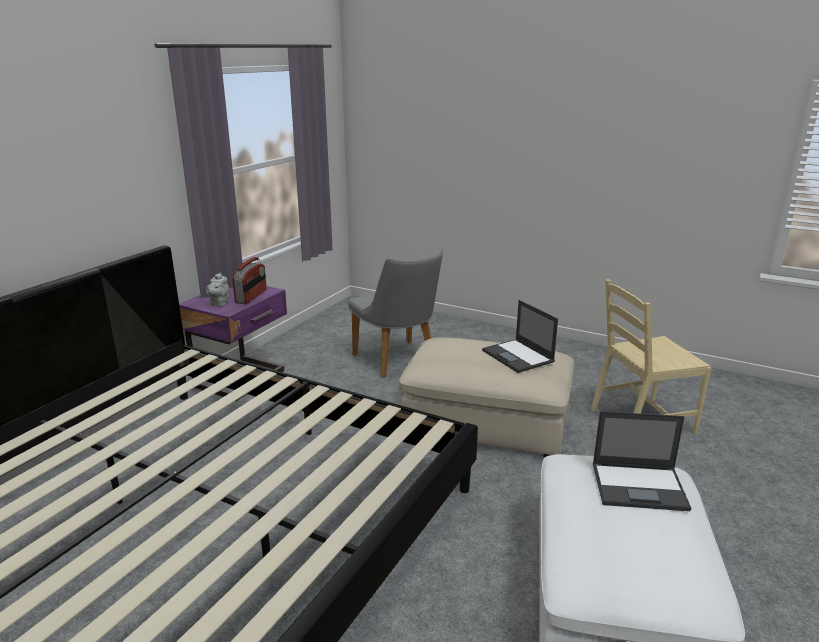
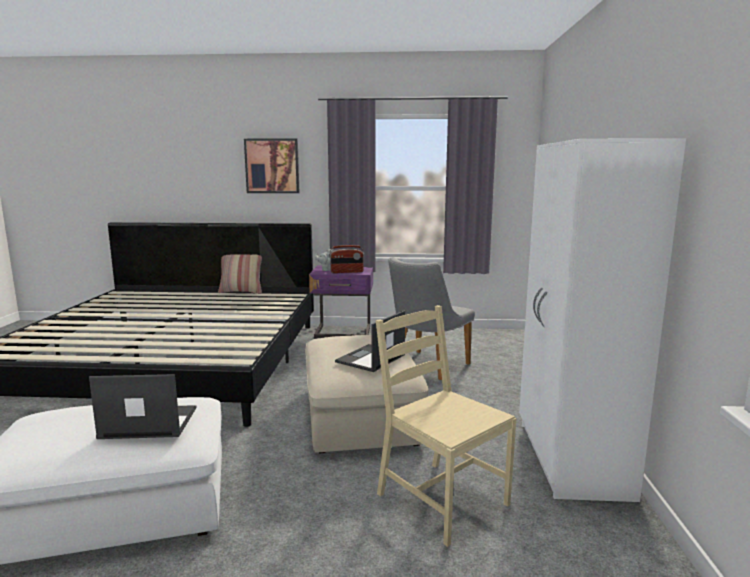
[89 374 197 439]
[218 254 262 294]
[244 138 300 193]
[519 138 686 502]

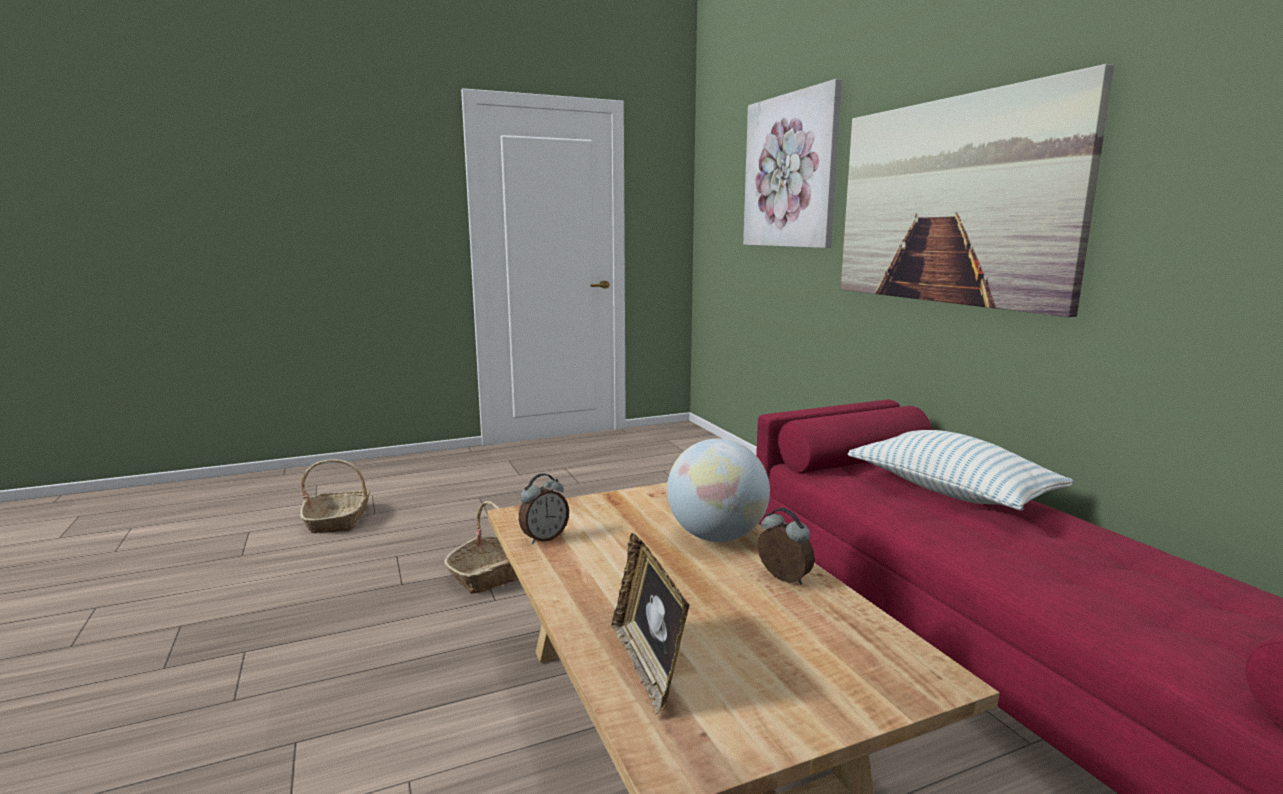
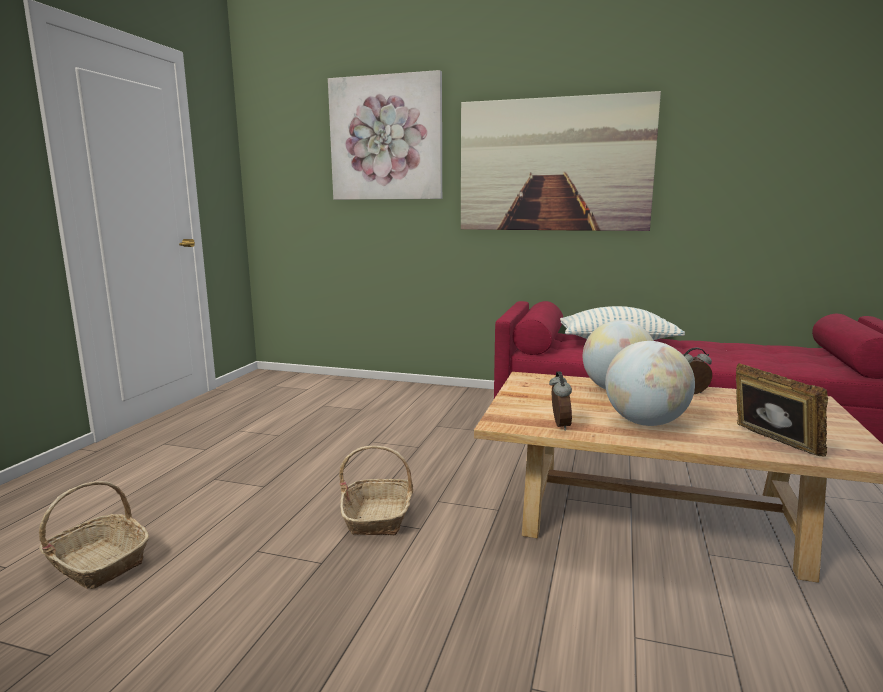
[605 341 695 426]
[736 363 828 457]

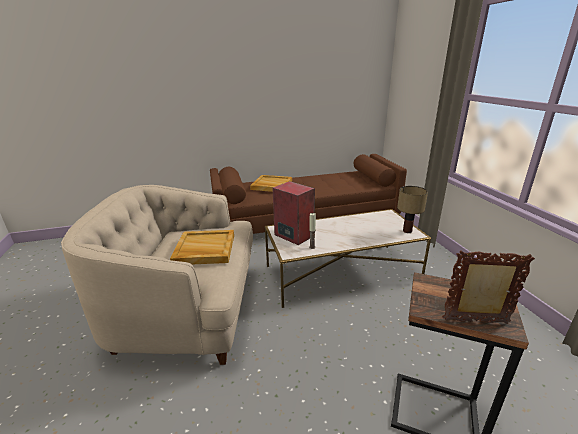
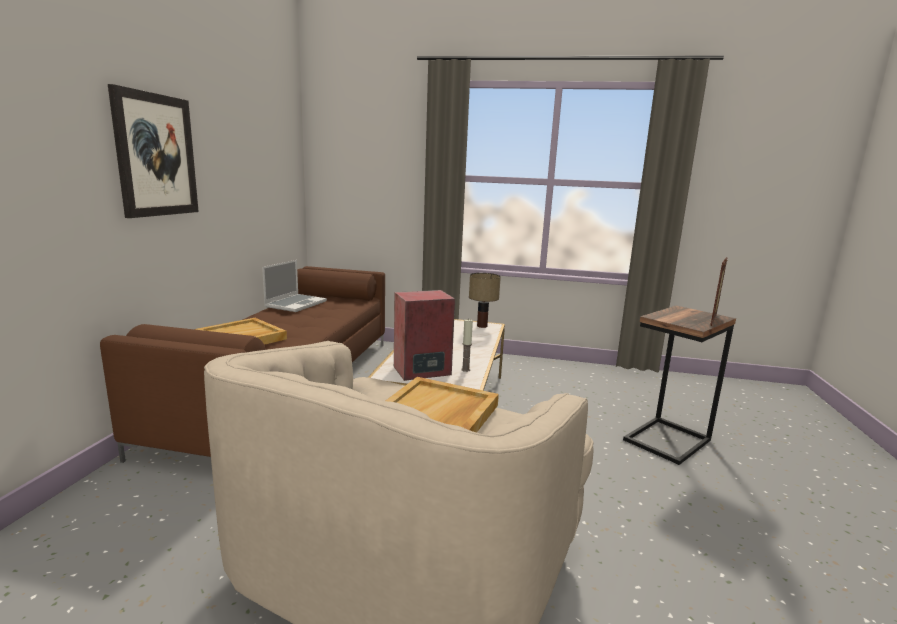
[108 84 199 218]
[262 260 327 312]

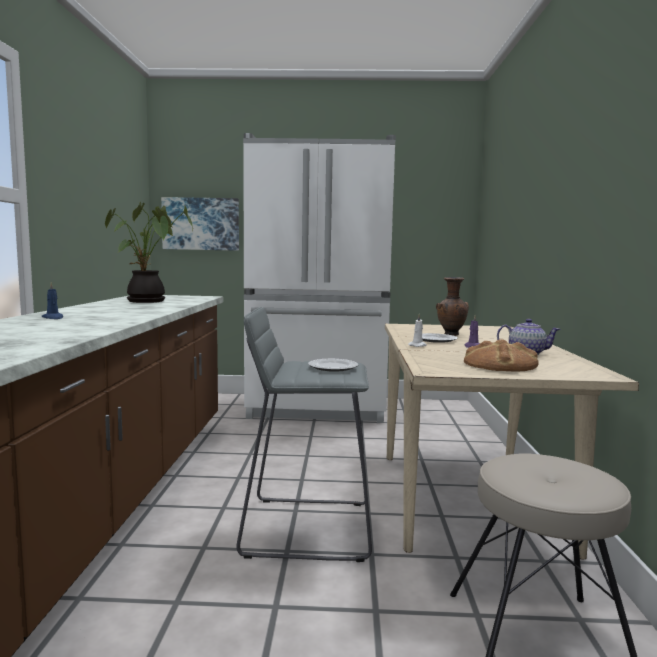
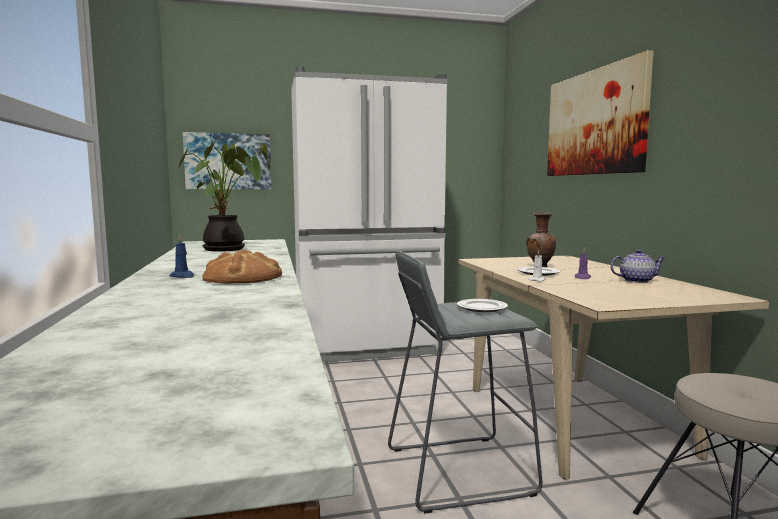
[202 250 282 284]
[547 50 654 176]

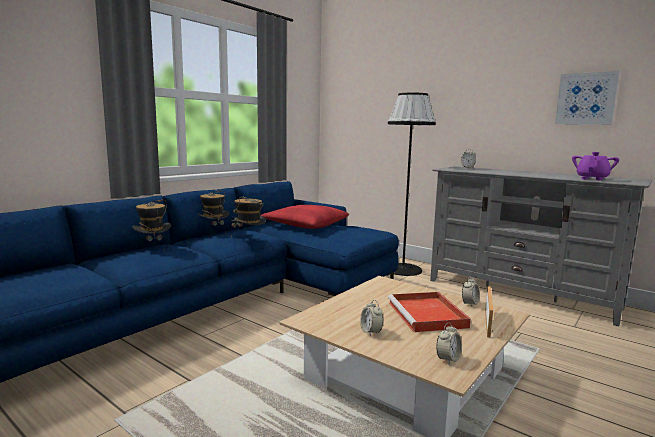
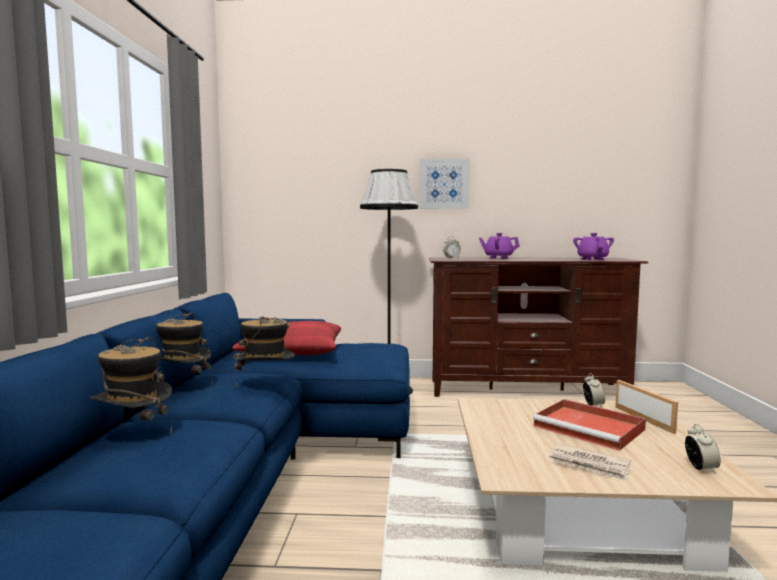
[420 159 470 209]
[429 257 649 397]
[479 233 520 259]
[549 444 631 481]

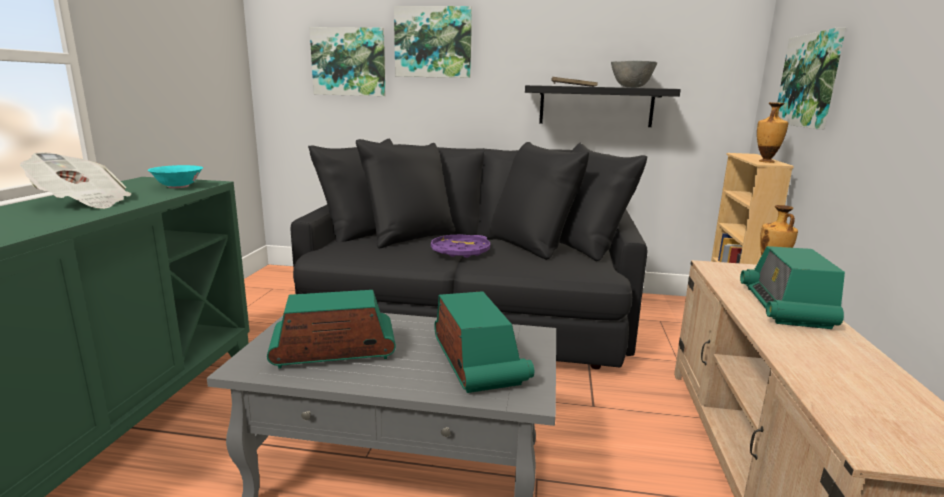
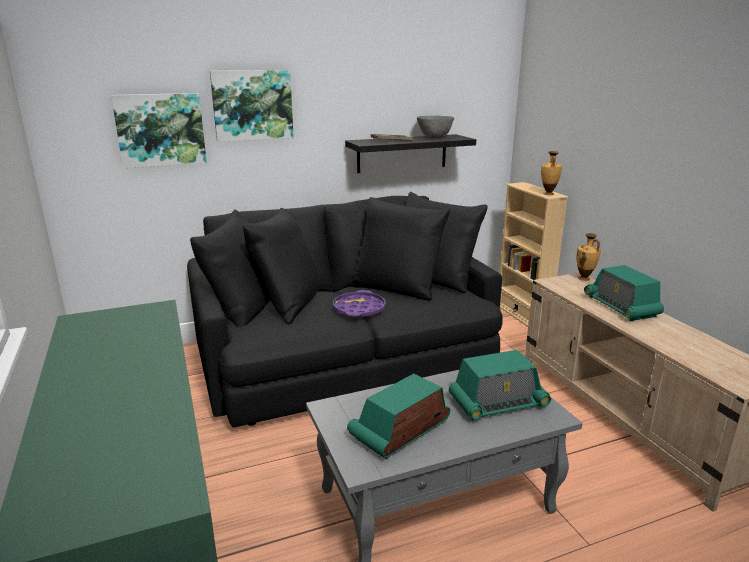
[449 350 551 420]
[20 152 131 209] (first image)
[148 165 203 188] (first image)
[777 28 846 129] (first image)

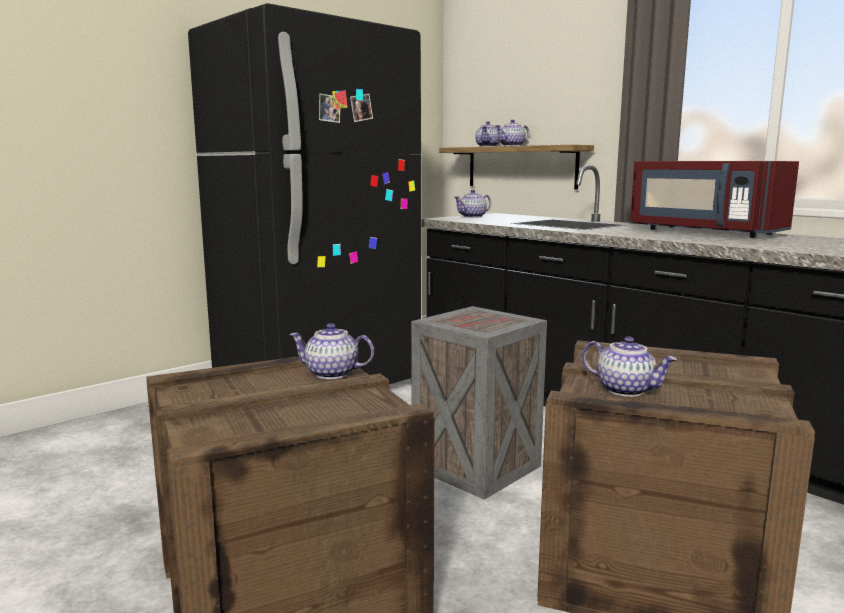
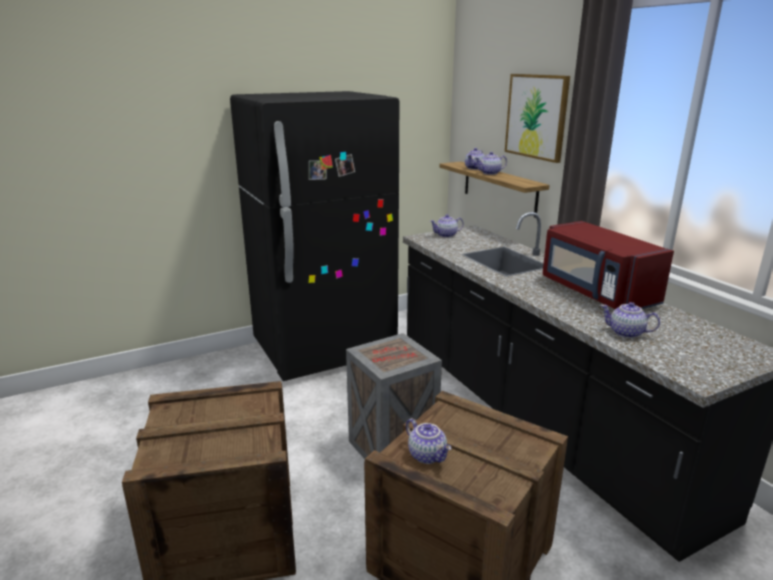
[505 74 570 163]
[600 302 660 338]

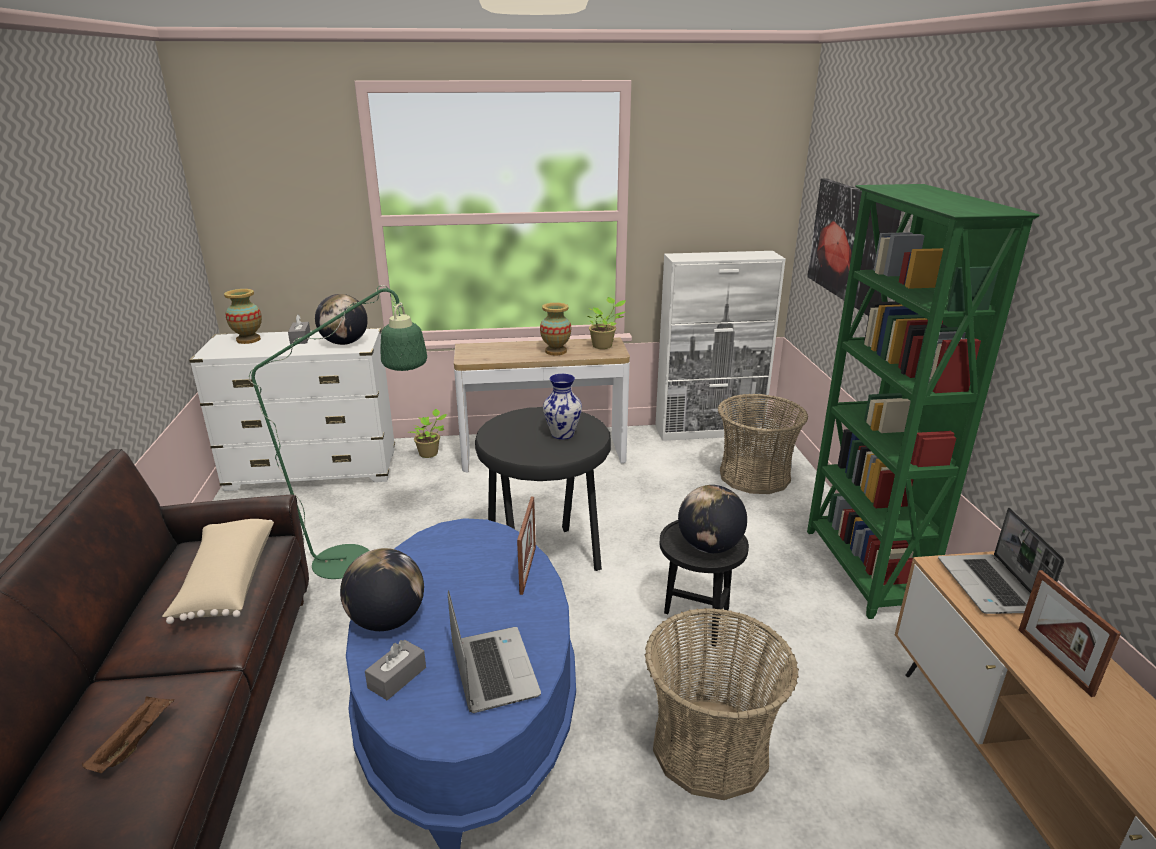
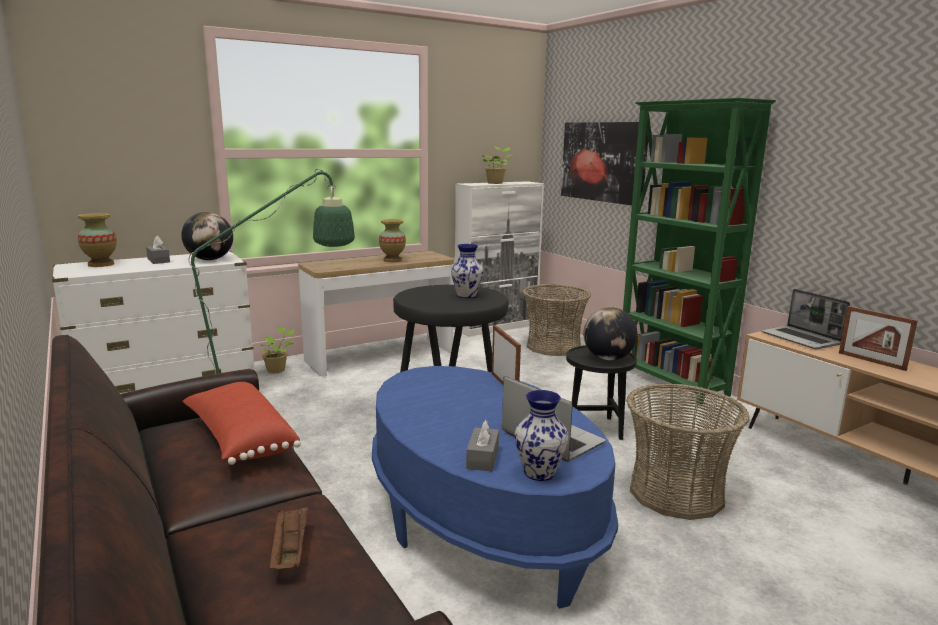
[182 382 301 465]
[482 147 513 184]
[515 390 568 481]
[340 548 424 631] (first image)

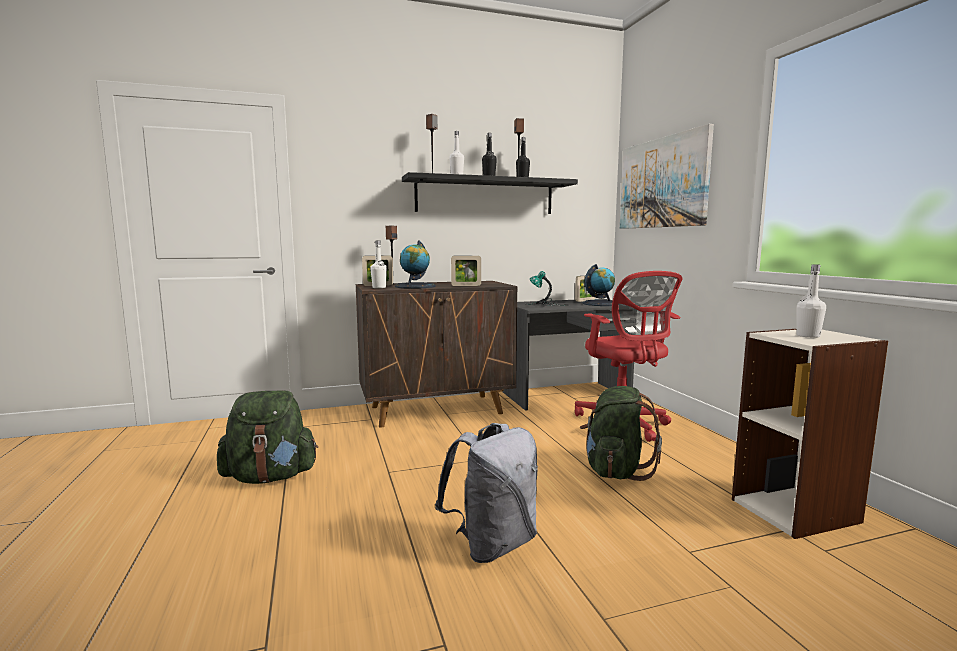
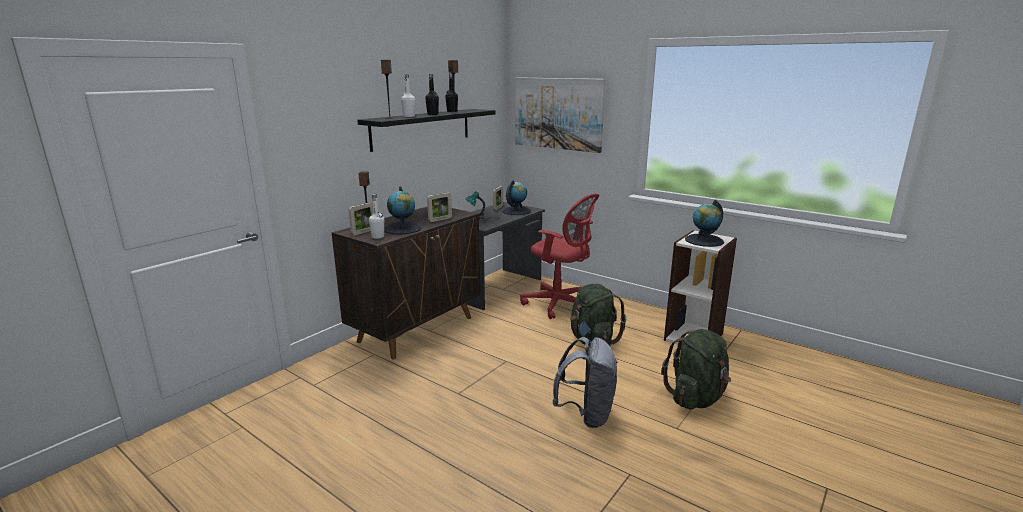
[661 329 731 409]
[685 200 724 247]

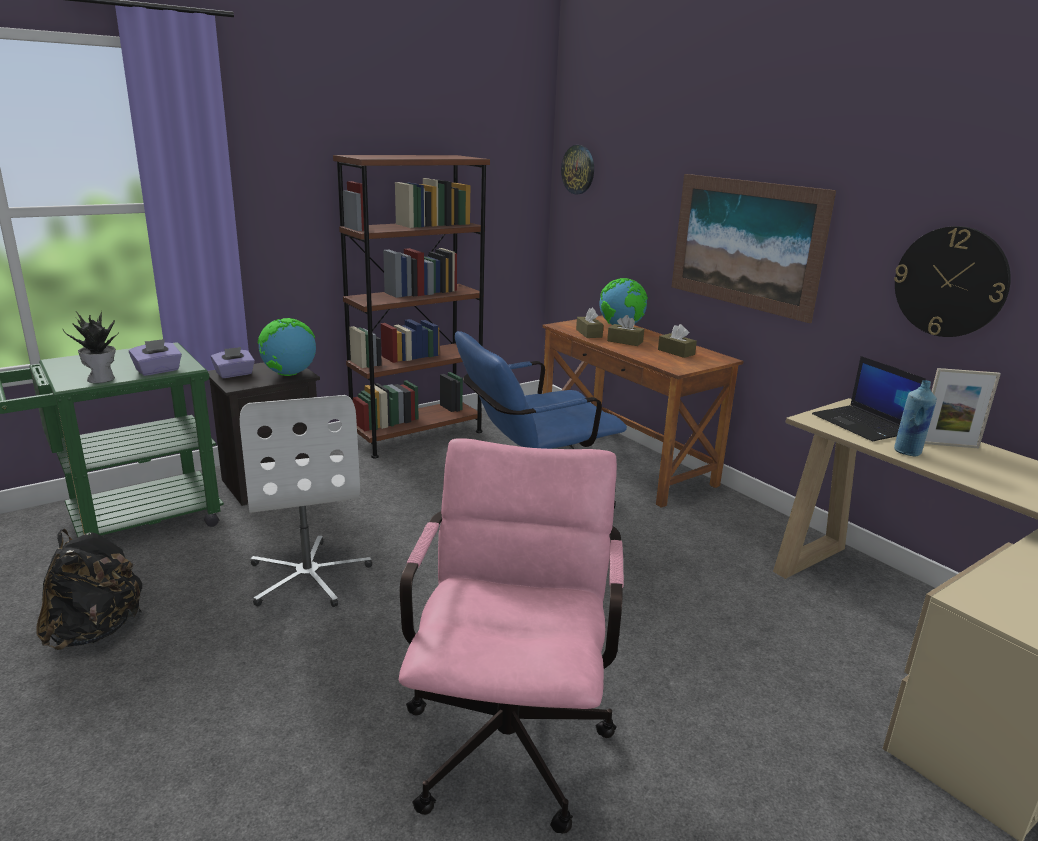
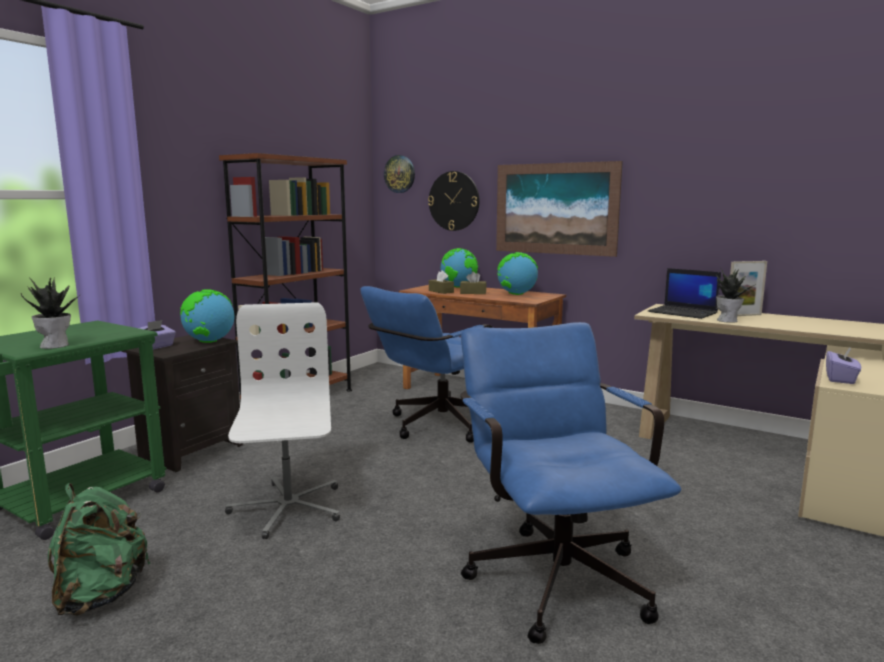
[48 483 151 616]
[225 302 340 539]
[428 171 480 231]
[460 322 681 644]
[497 252 538 295]
[716 267 756 323]
[826 347 861 384]

